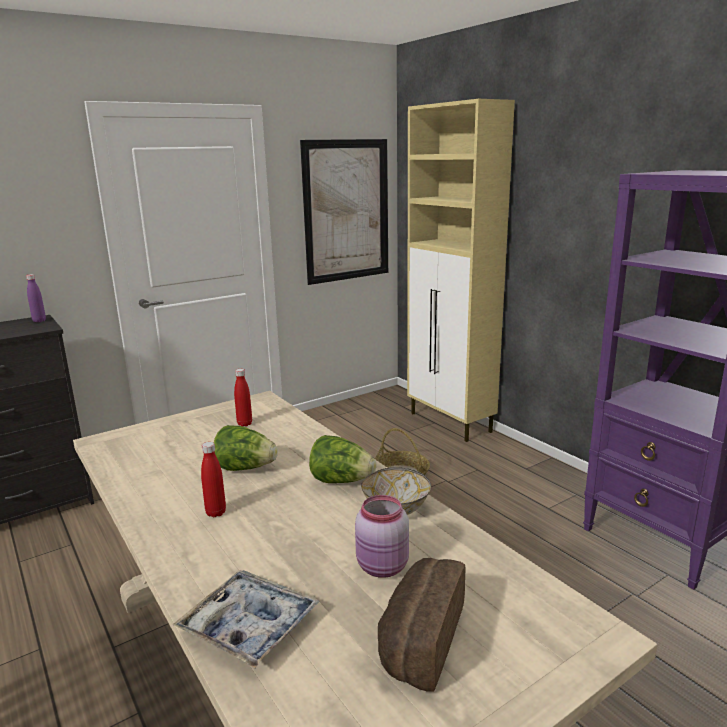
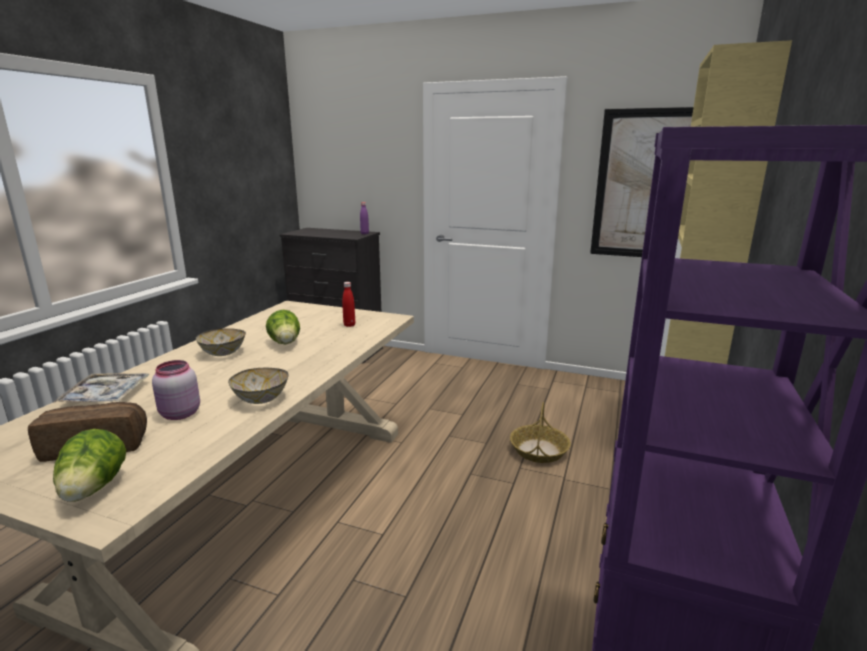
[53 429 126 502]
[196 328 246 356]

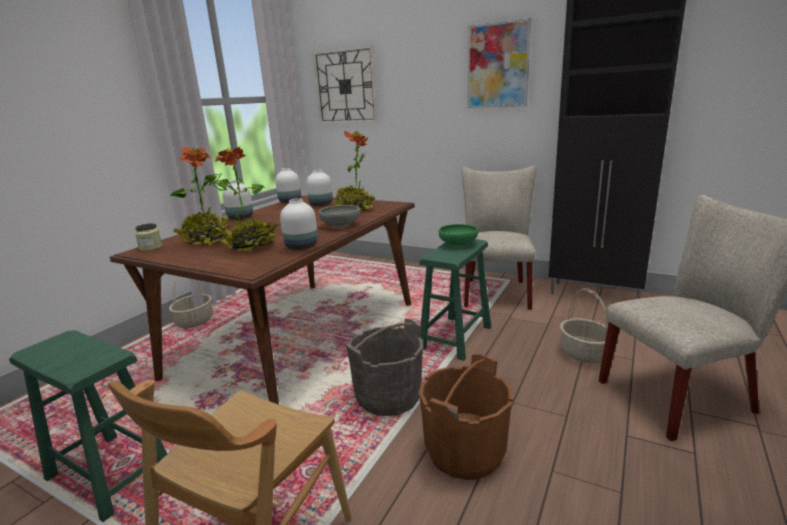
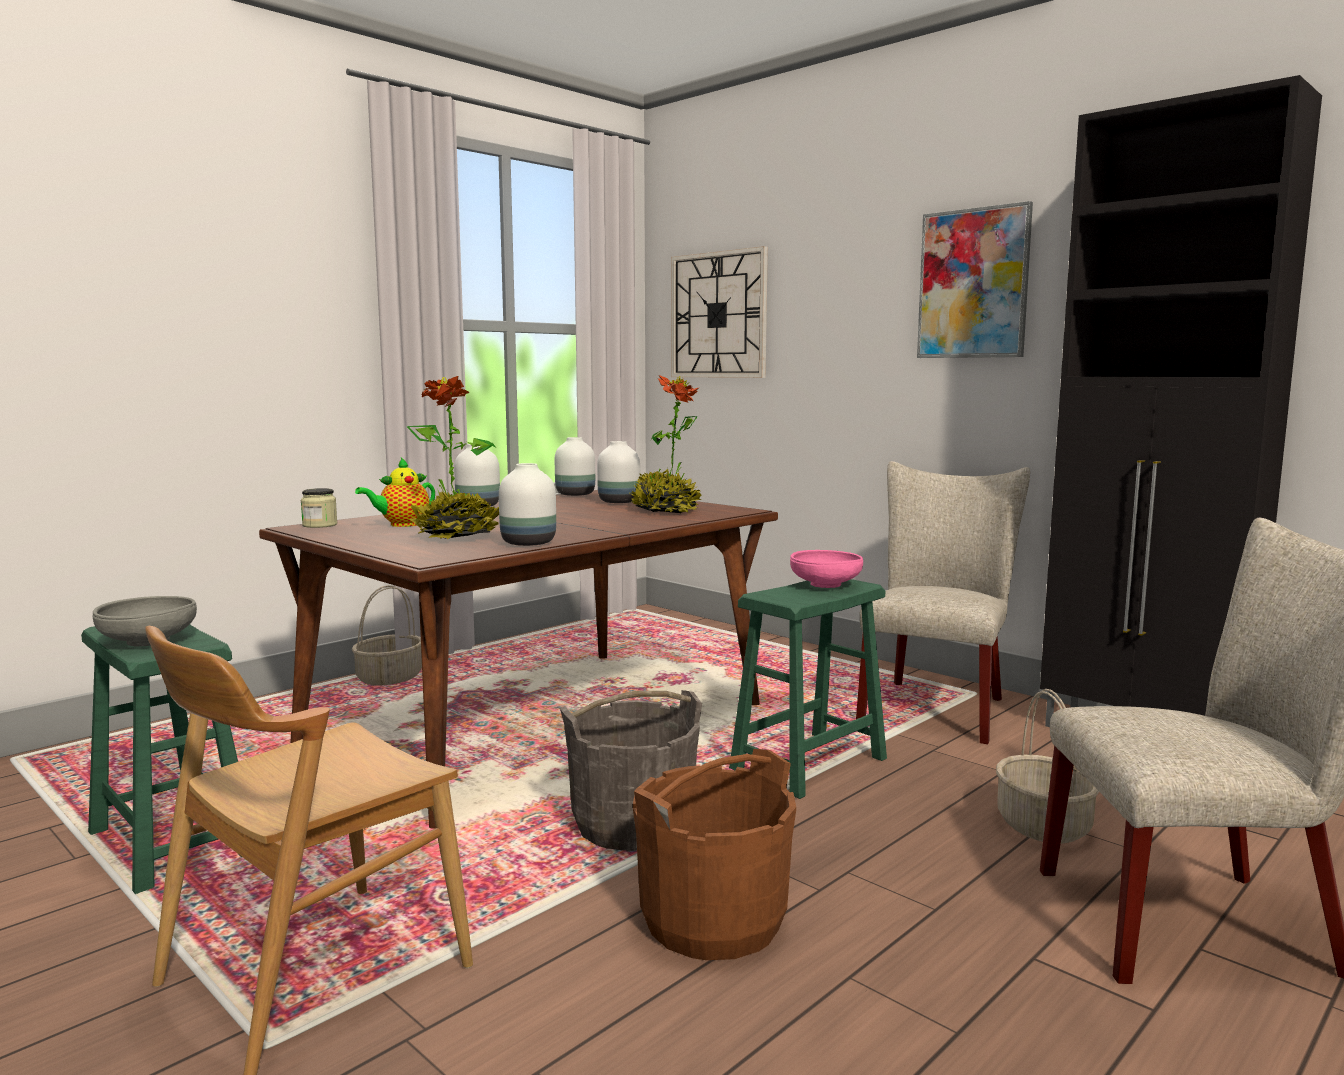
[93 596 197 647]
[355 458 435 527]
[790 550 863 588]

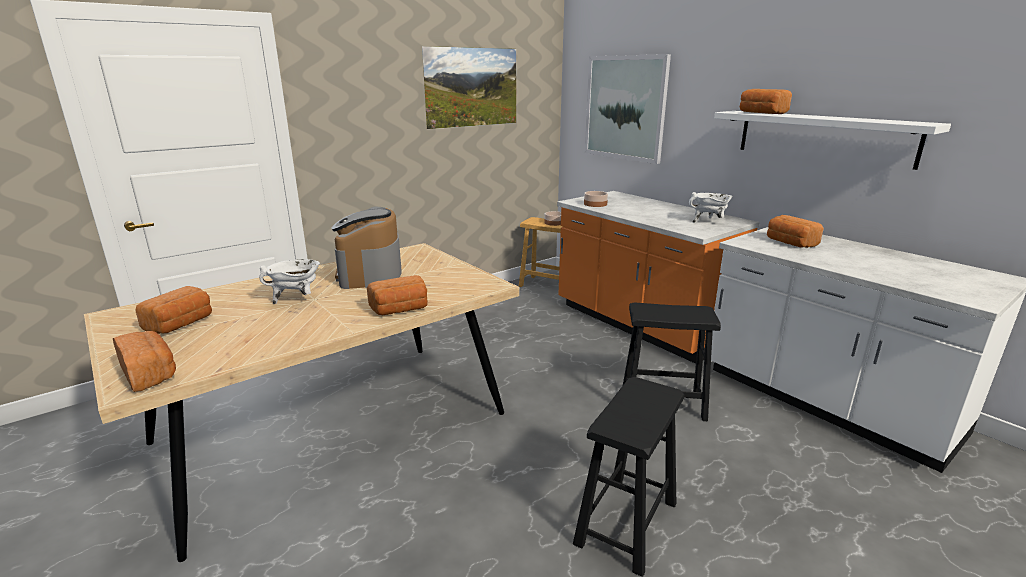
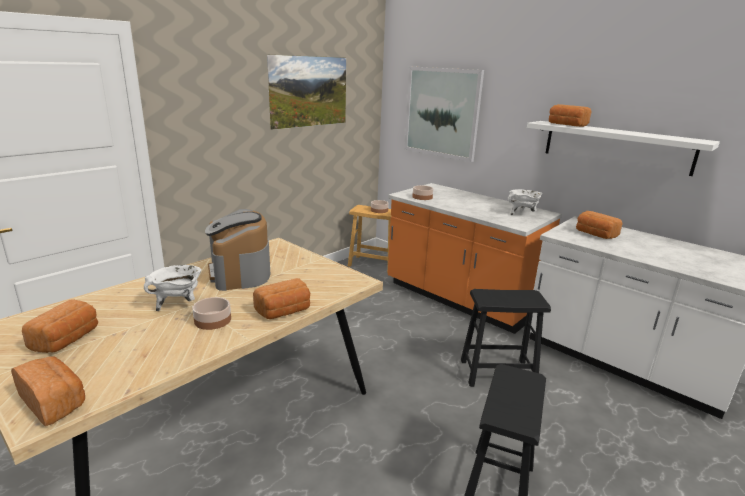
[192 297 231 330]

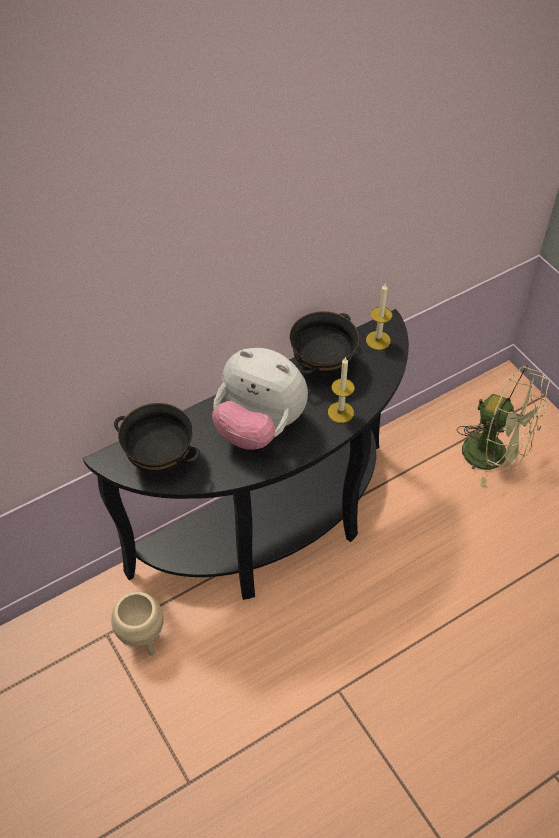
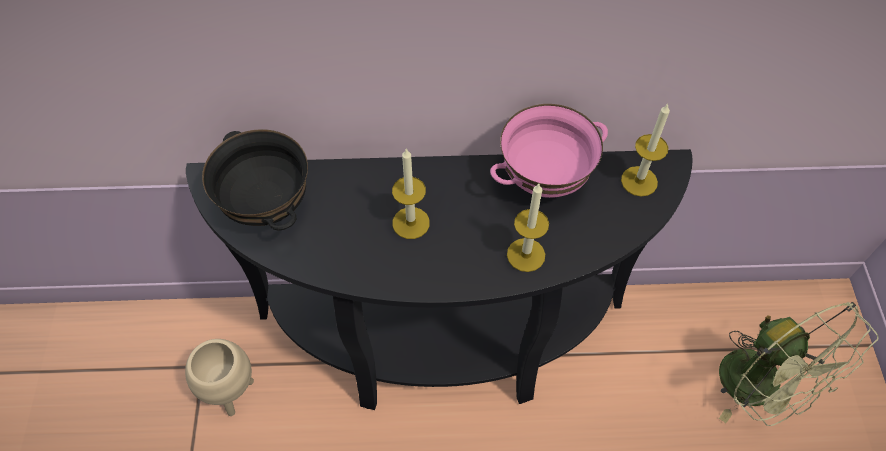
[392 148 430 239]
[490 104 608 198]

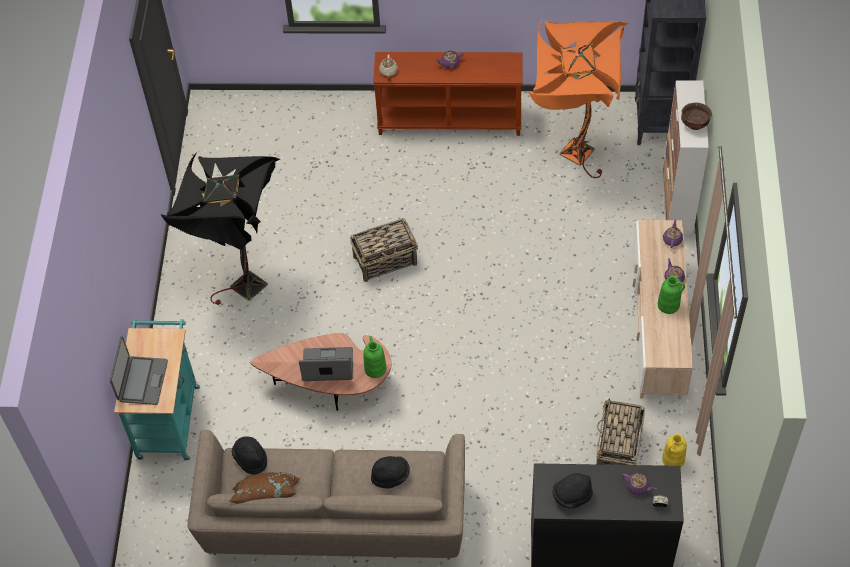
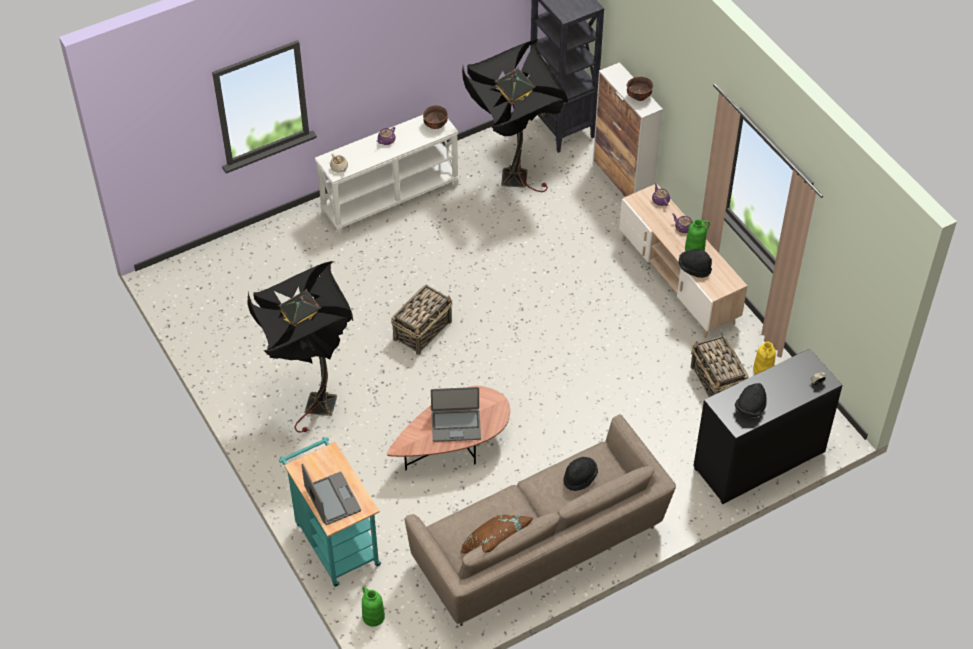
[315 115 459 235]
[362 586 385 627]
[423 105 448 129]
[431 387 481 442]
[462 39 568 192]
[679 249 712 278]
[622 473 657 495] (first image)

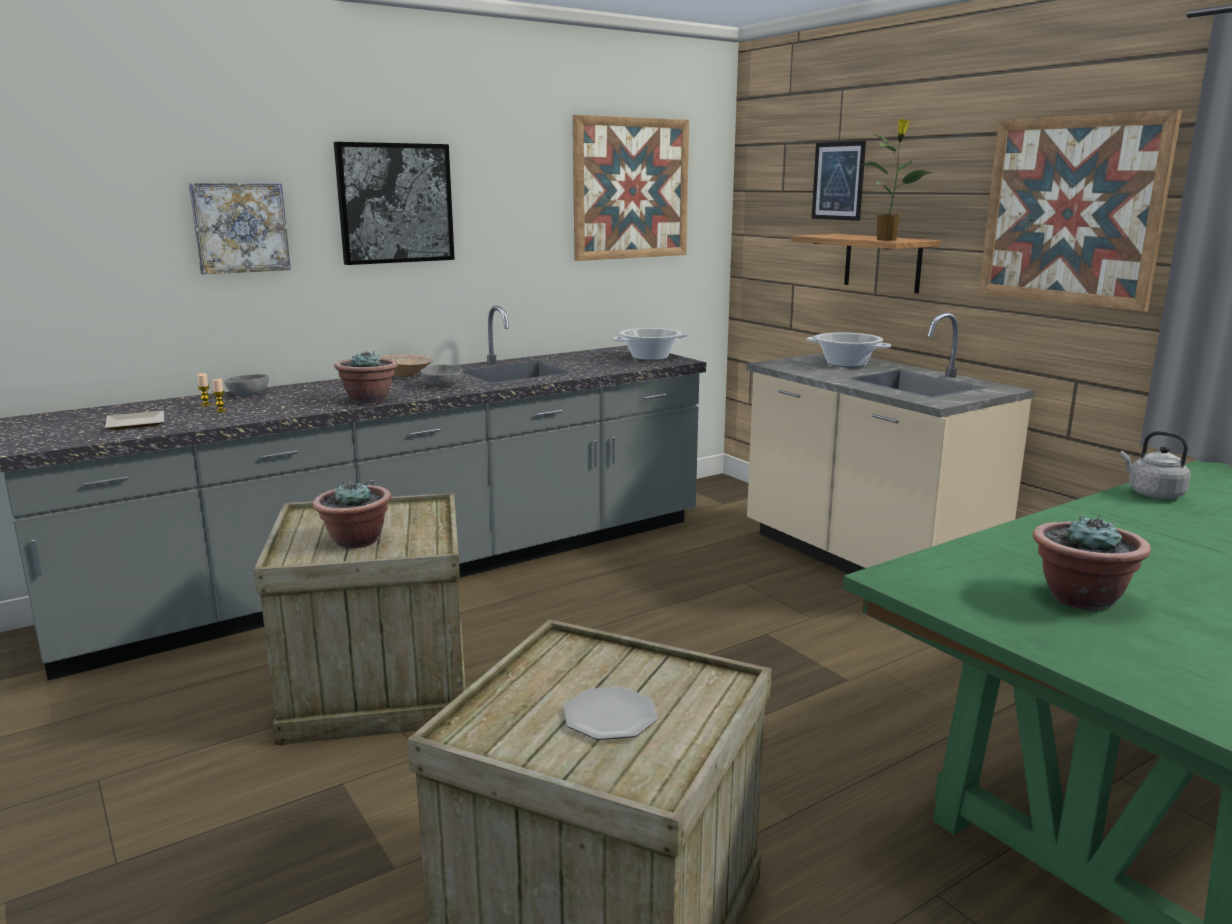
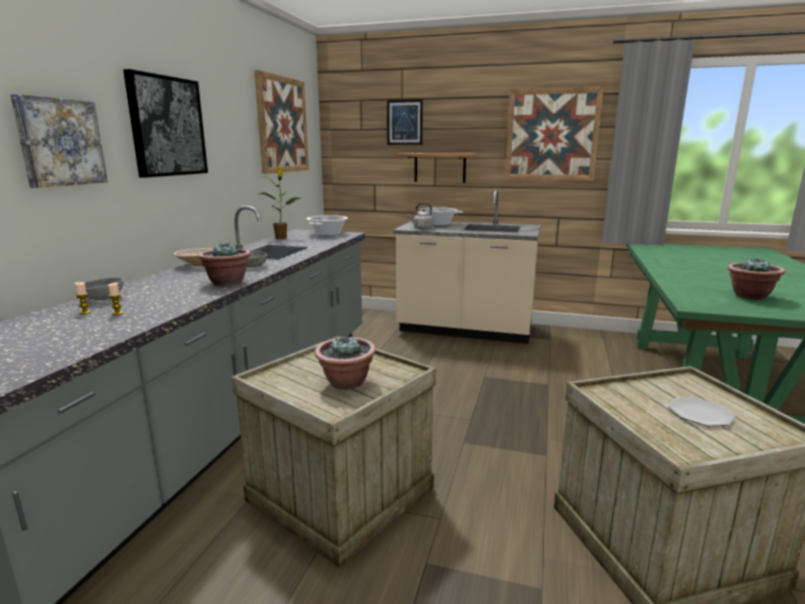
[260 167 303 239]
[408 203 434 230]
[105 411 164 430] (first image)

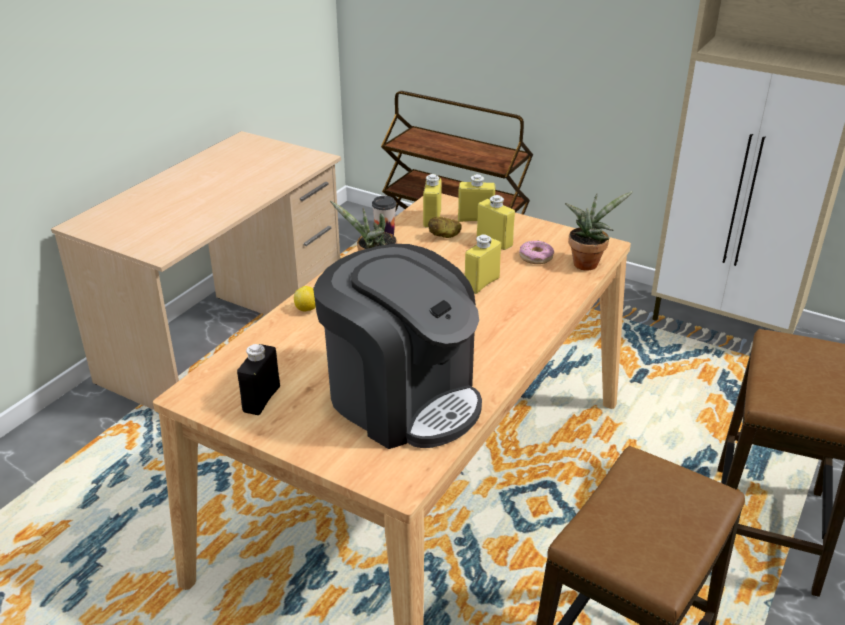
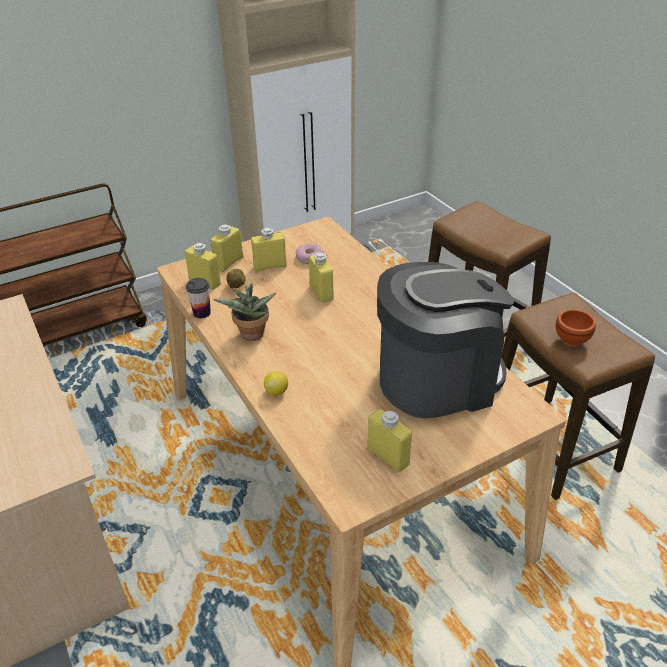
[367 409 412 473]
[556 309 596 346]
[565 191 633 271] (first image)

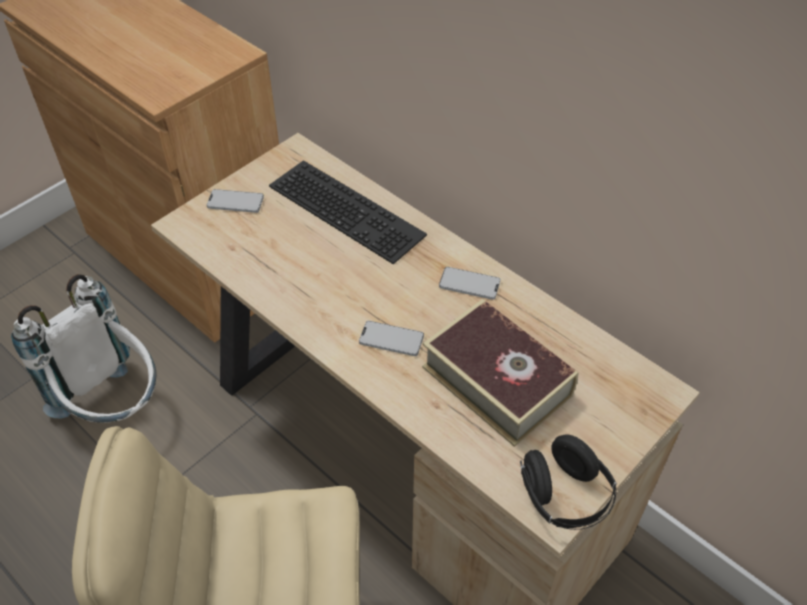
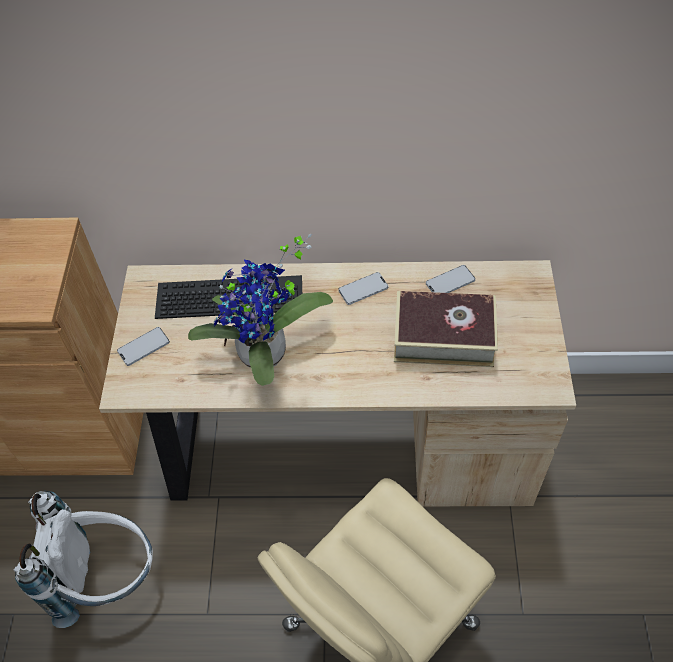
[188 234 333 386]
[426 265 475 293]
[520 434 617 530] (first image)

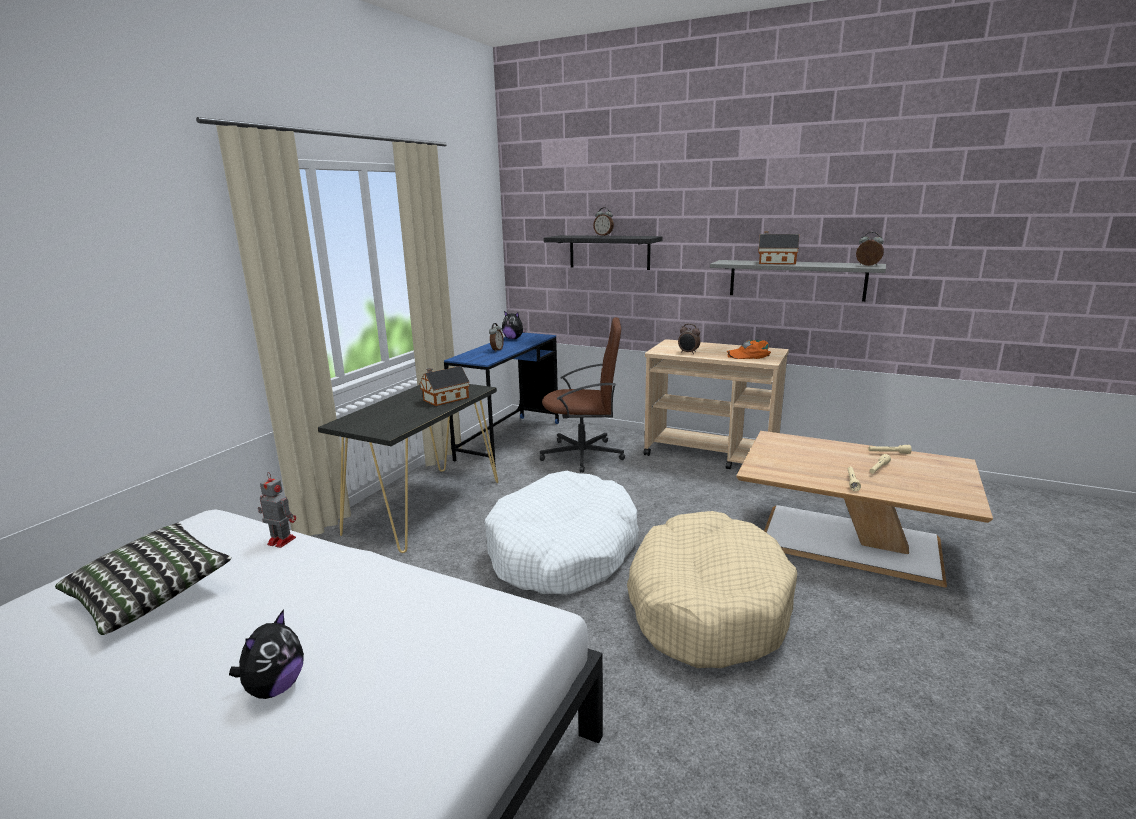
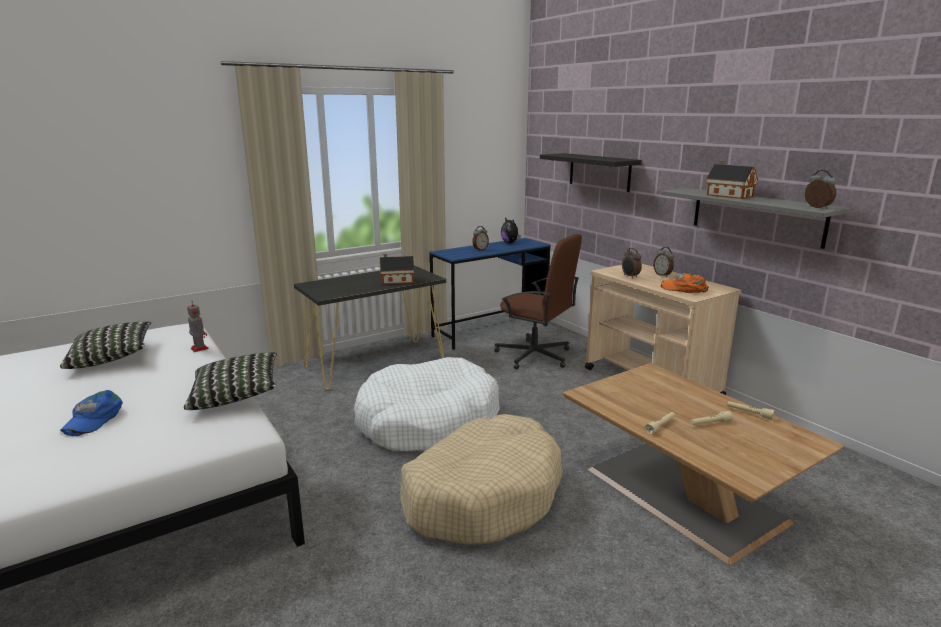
[60 390 123 436]
[184 352 277 410]
[653 247 674 277]

